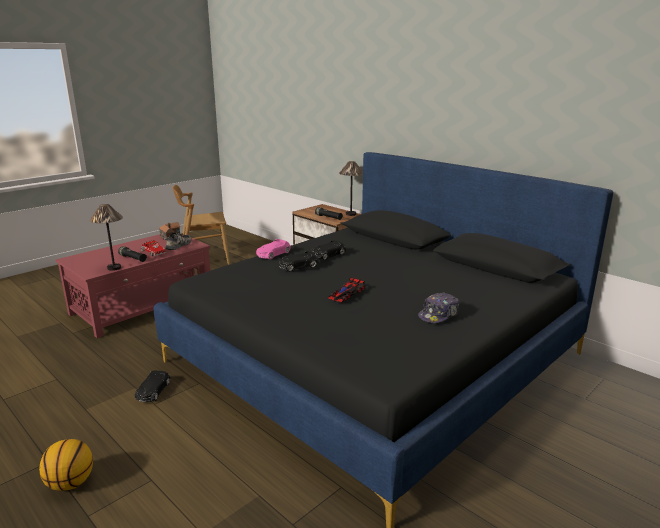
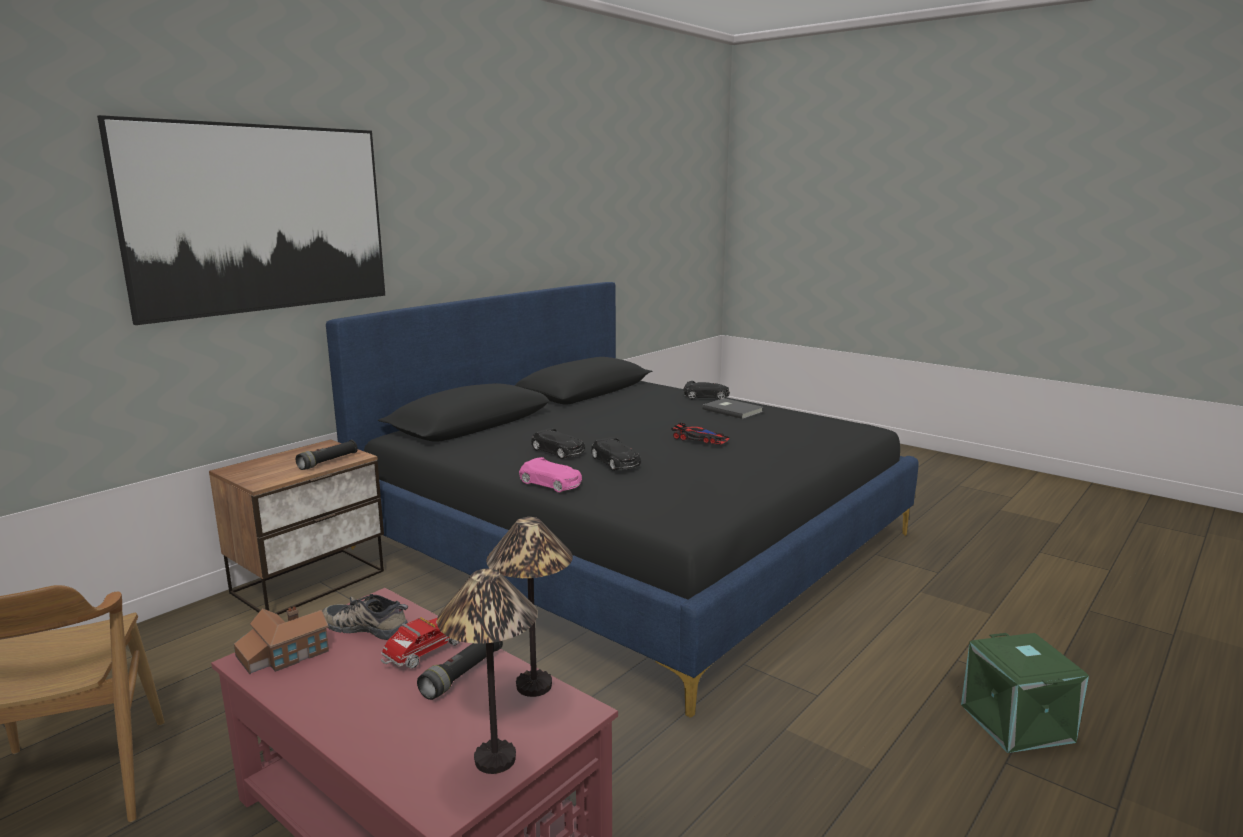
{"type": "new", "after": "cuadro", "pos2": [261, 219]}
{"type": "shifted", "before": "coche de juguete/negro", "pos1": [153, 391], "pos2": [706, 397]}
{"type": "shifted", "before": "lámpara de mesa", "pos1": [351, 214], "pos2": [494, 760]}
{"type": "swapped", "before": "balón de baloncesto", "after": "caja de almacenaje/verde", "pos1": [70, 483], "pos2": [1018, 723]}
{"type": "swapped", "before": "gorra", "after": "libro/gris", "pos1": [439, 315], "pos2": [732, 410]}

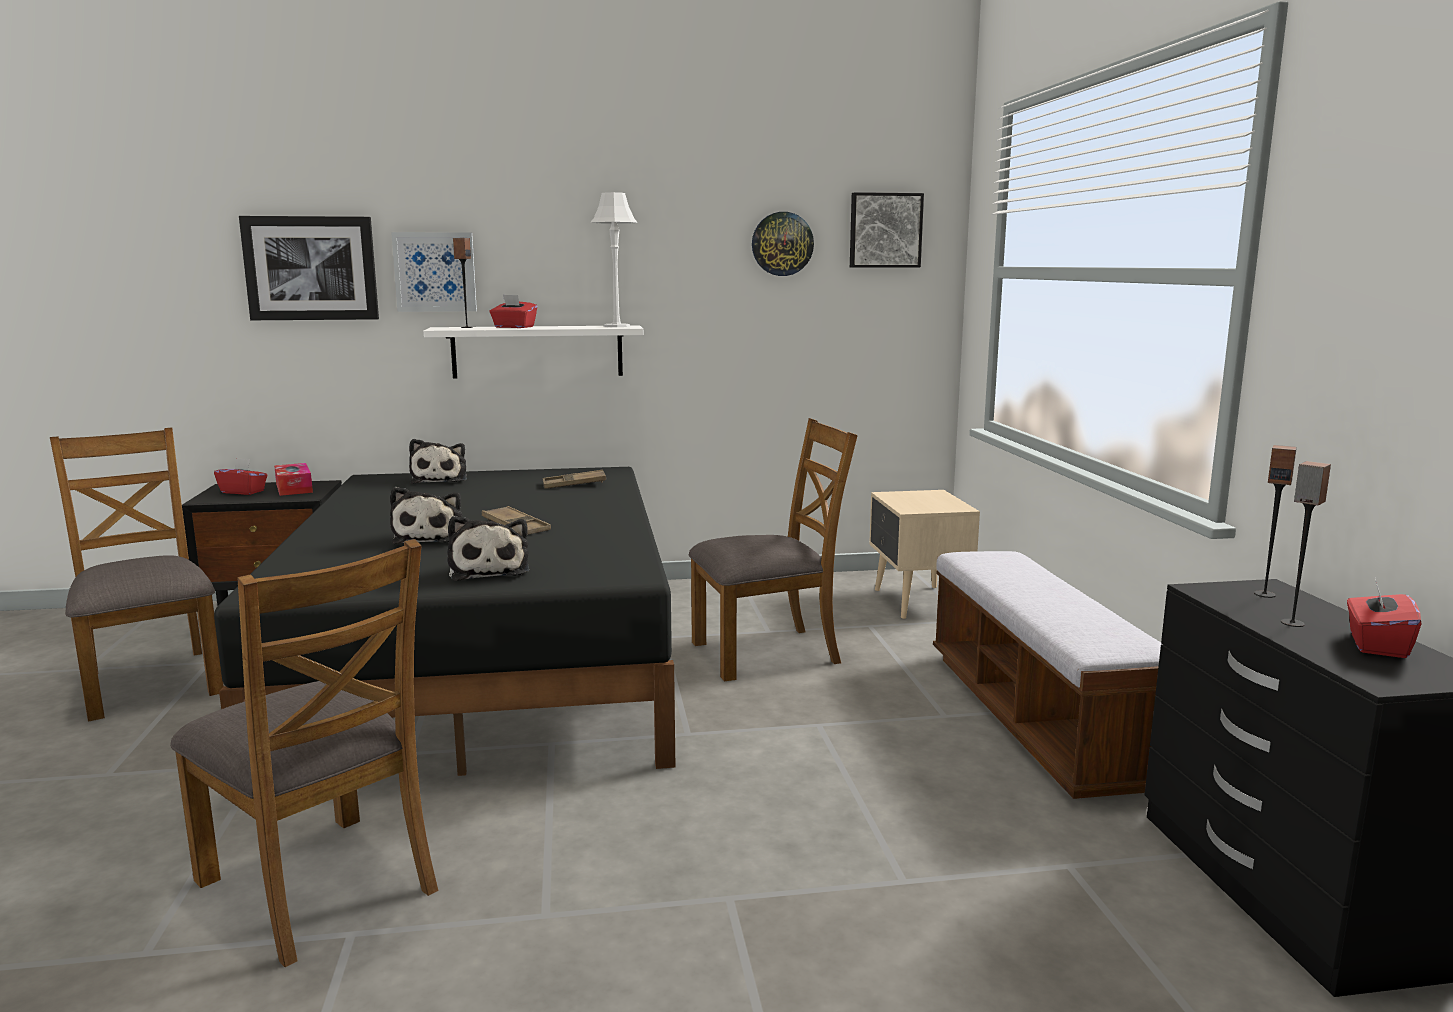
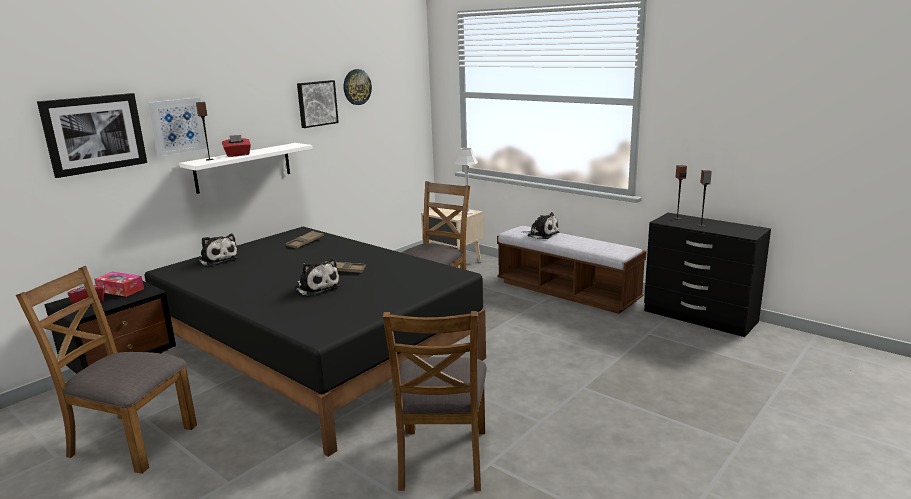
{"type": "gone", "before": "caja de pañuelos/rojo", "pos1": [1376, 645]}
{"type": "shifted", "before": "peluche", "pos1": [489, 570], "pos2": [541, 234]}
{"type": "shifted", "before": "lámpara de mesa/gris", "pos1": [616, 326], "pos2": [467, 212]}
{"type": "shifted", "before": "cuadro", "pos1": [885, 230], "pos2": [316, 103]}
{"type": "rotated", "before": "silla/marrón", "pos1": [320, 885], "pos2": [442, 458], "turn": 90}

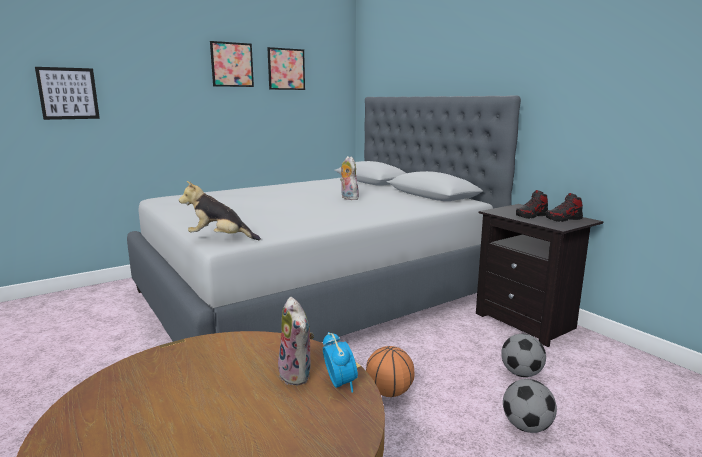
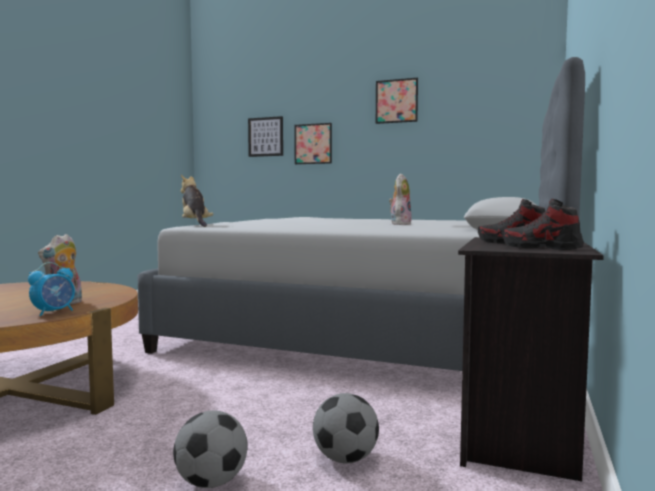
{"type": "gone", "before": "balón de baloncesto", "pos1": [389, 392]}
{"type": "shifted", "before": "cuadro", "pos1": [286, 69], "pos2": [313, 144]}

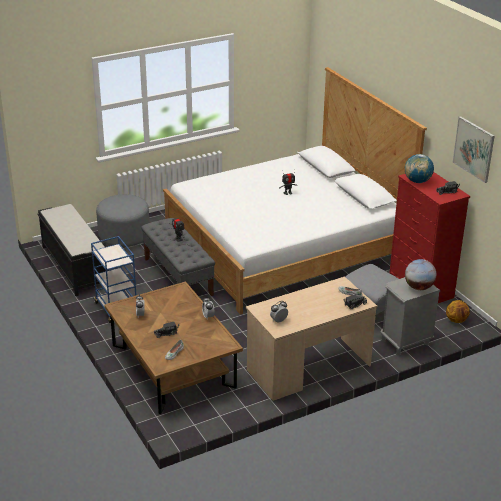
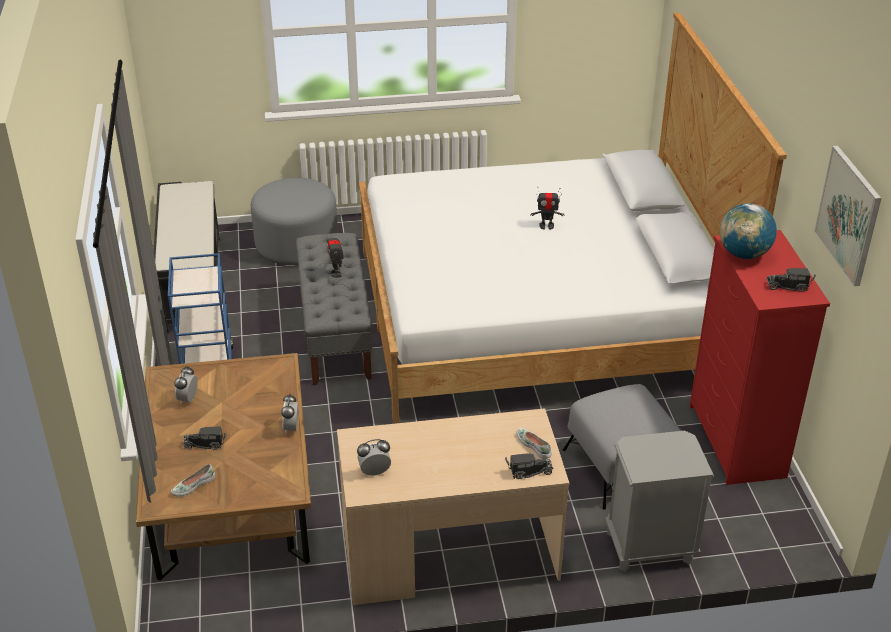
{"type": "gone", "before": "globo terráqueo", "pos1": [419, 287]}
{"type": "gone", "before": "balón de baloncesto", "pos1": [456, 320]}

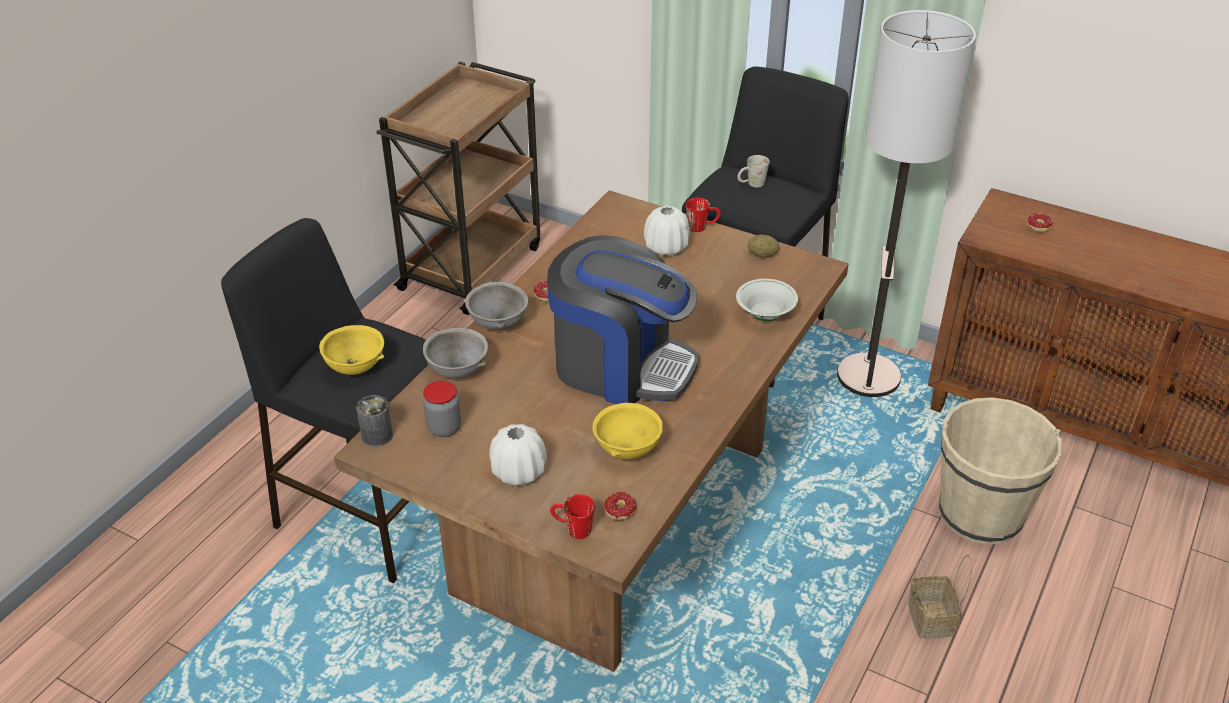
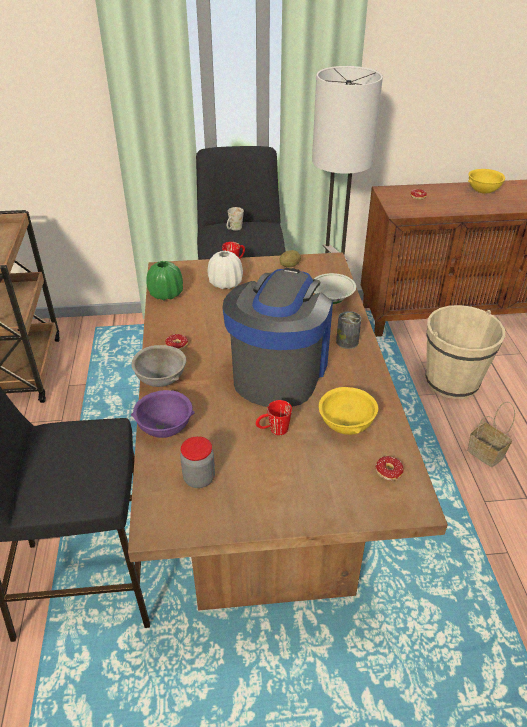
{"type": "gone", "before": "florero/blanco", "pos1": [519, 472]}
{"type": "new", "after": "florero/verde", "pos2": [166, 294]}
{"type": "shifted", "before": "cuenco/amarillo", "pos1": [355, 367], "pos2": [482, 191]}
{"type": "shifted", "before": "lata", "pos1": [377, 436], "pos2": [347, 342]}
{"type": "shifted", "before": "taza grande/rojo", "pos1": [572, 529], "pos2": [273, 430]}
{"type": "repainted", "before": "cuenco/gris", "after": "cuenco/morado", "pos1": [458, 370], "pos2": [165, 428]}
{"type": "rotated", "before": "cafetera", "pos1": [621, 366], "pos2": [279, 371], "turn": -60}

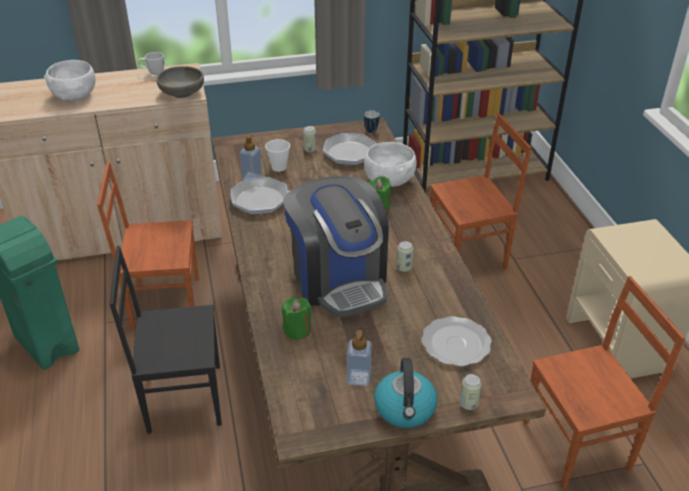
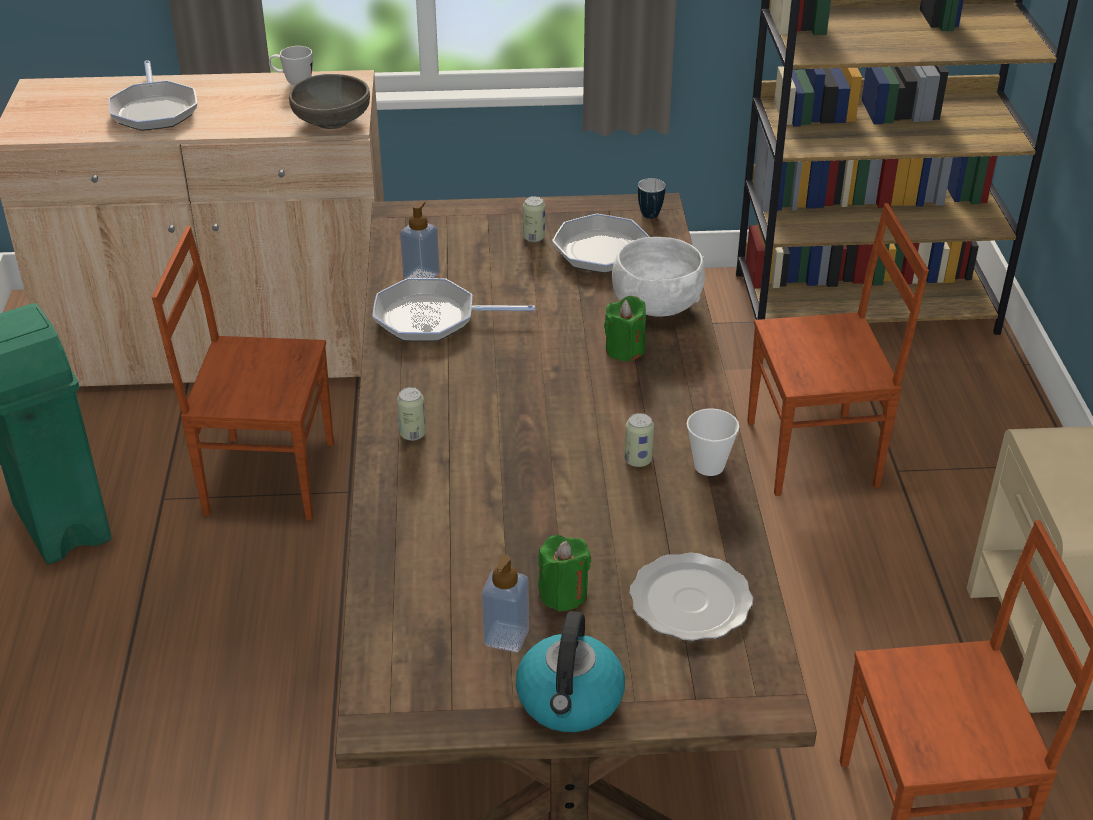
{"type": "gone", "before": "silla/negro", "pos1": [183, 397]}
{"type": "gone", "before": "cafetera", "pos1": [339, 279]}
{"type": "shifted", "before": "taza", "pos1": [279, 167], "pos2": [709, 466]}
{"type": "shifted", "before": "vela/verde", "pos1": [297, 330], "pos2": [563, 594]}
{"type": "shifted", "before": "lata", "pos1": [468, 404], "pos2": [412, 434]}
{"type": "swapped", "before": "cuenco/blanco", "after": "sartén", "pos1": [74, 95], "pos2": [154, 110]}

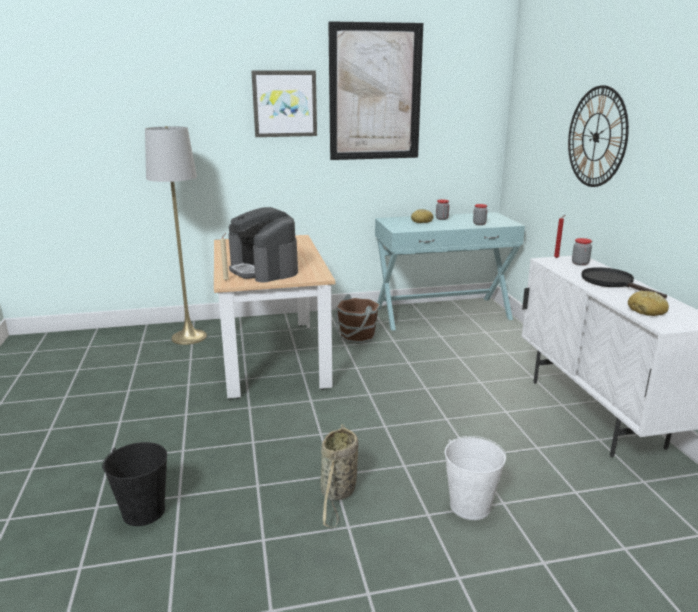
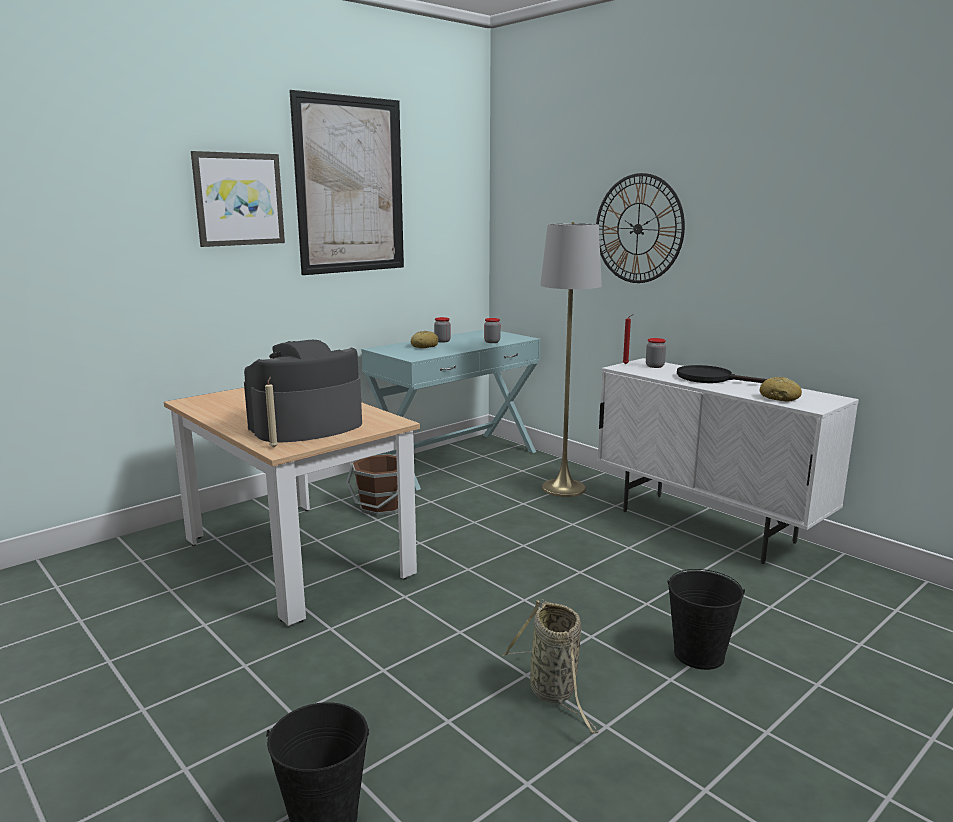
{"type": "shifted", "before": "lámpara de pie/gris", "pos1": [189, 337], "pos2": [563, 488]}
{"type": "repainted", "before": "cubo/blanco", "after": "cubo/negro", "pos1": [470, 506], "pos2": [699, 655]}
{"type": "rotated", "before": "cafetera", "pos1": [264, 269], "pos2": [306, 426], "turn": 120}

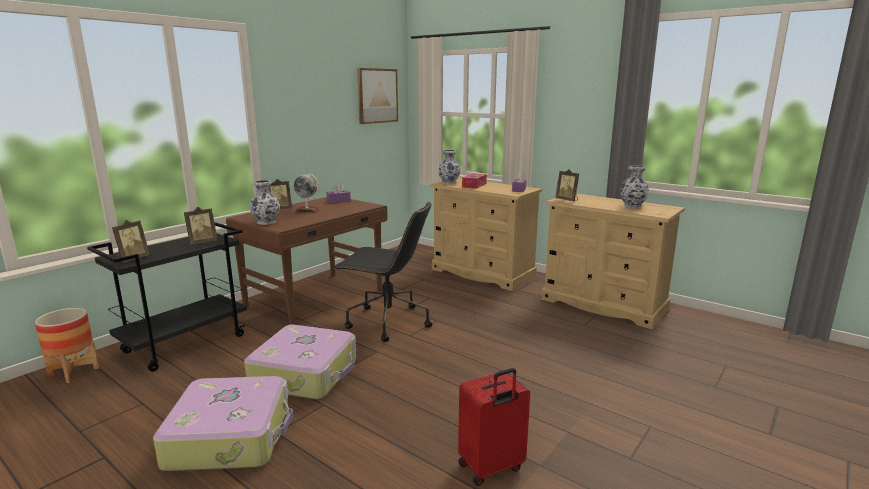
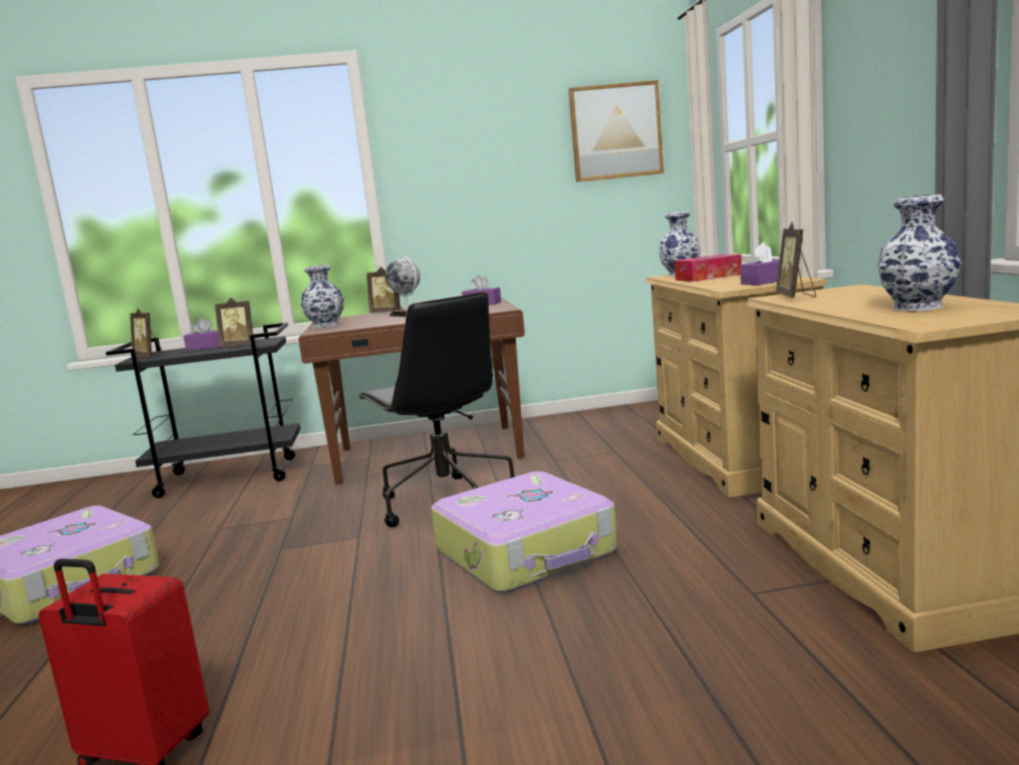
{"type": "gone", "before": "maceta", "pos1": [74, 372]}
{"type": "new", "after": "caja de pañuelos/morado", "pos2": [207, 347]}
{"type": "shifted", "before": "maleta", "pos1": [306, 373], "pos2": [527, 551]}
{"type": "rotated", "before": "portarretratos", "pos1": [132, 259], "pos2": [149, 357], "turn": 60}

